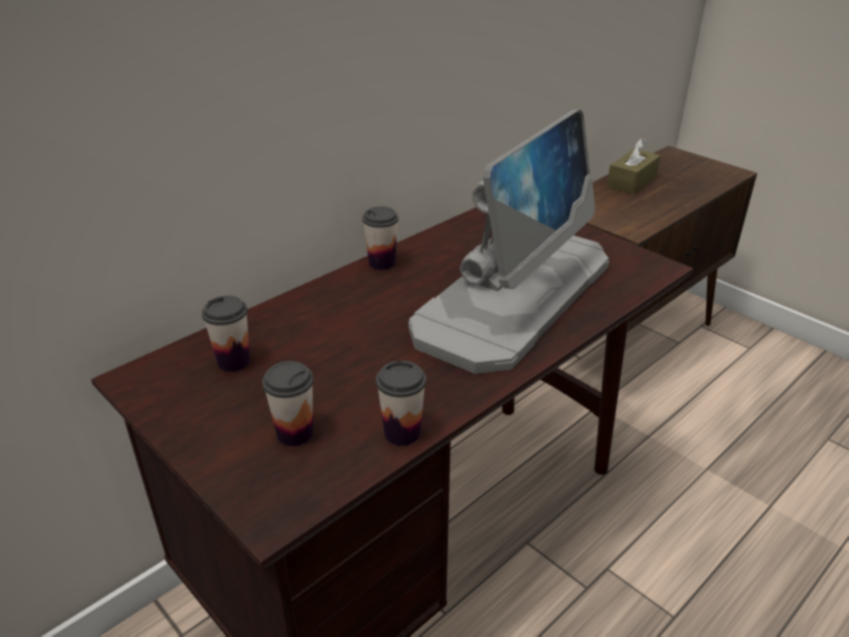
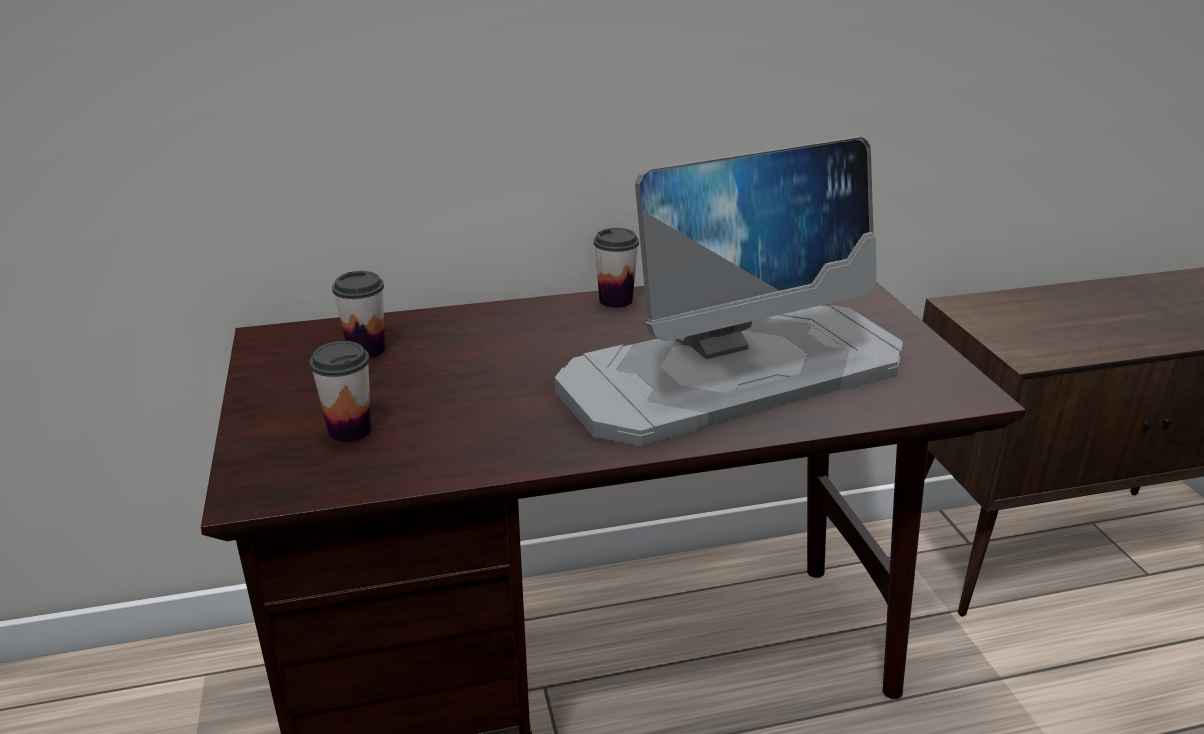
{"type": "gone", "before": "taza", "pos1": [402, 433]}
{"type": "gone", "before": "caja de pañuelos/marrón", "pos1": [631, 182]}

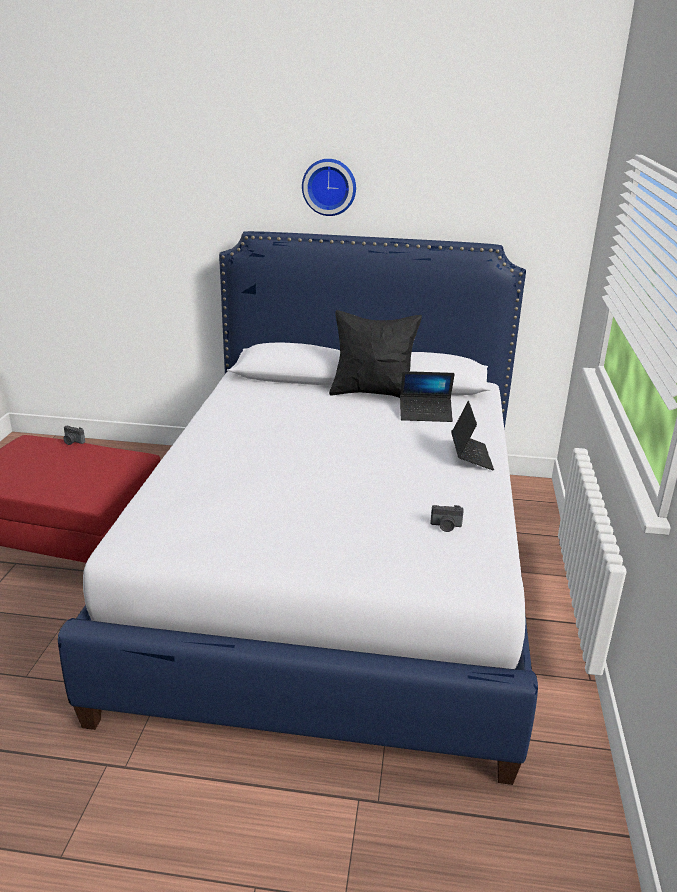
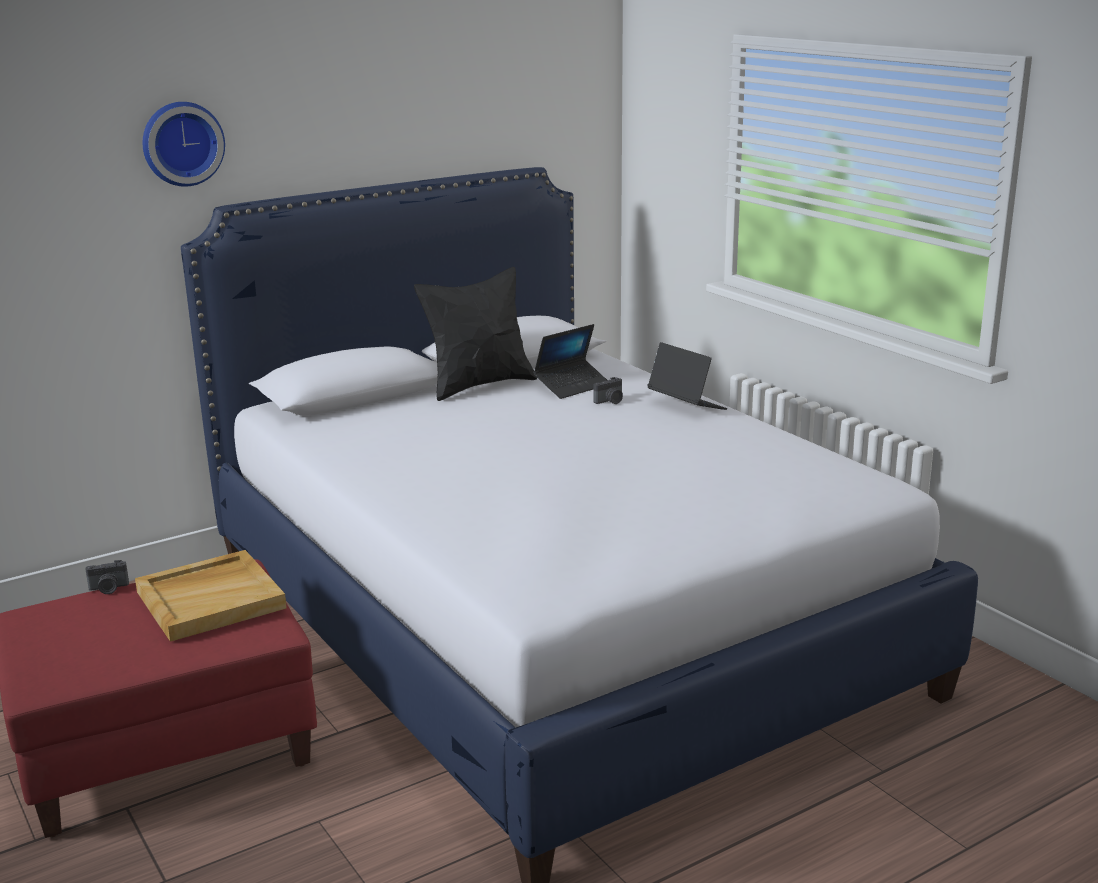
{"type": "new", "after": "bandeja/beis", "pos2": [211, 599]}
{"type": "shifted", "before": "reloj de pared", "pos1": [329, 187], "pos2": [181, 143]}
{"type": "shifted", "before": "cámara", "pos1": [446, 526], "pos2": [610, 401]}

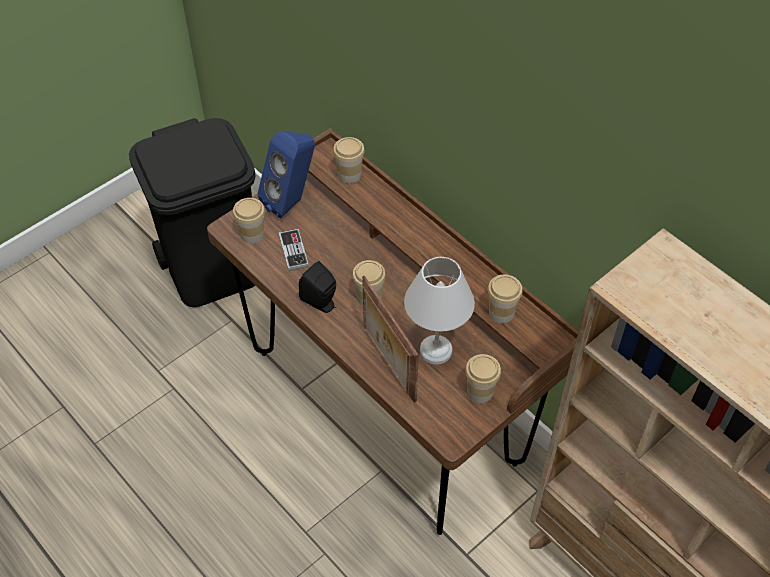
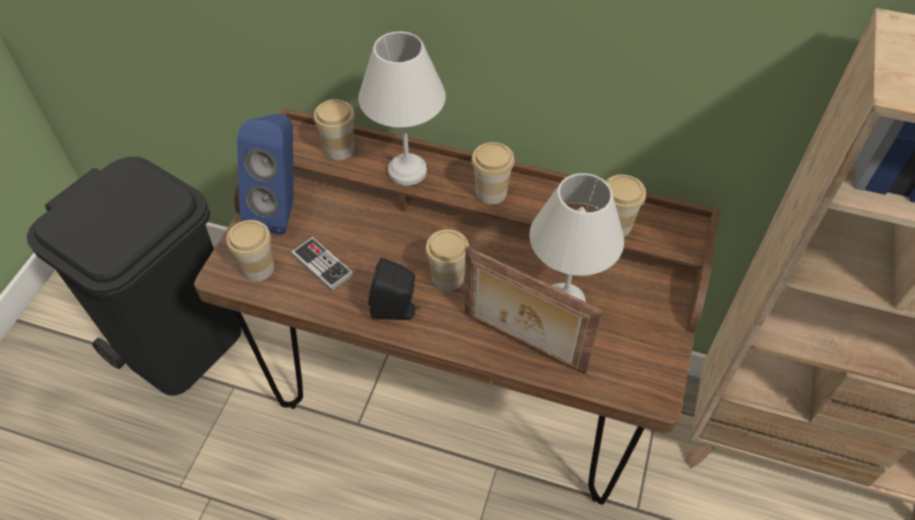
{"type": "new", "after": "lámpara de mesa/blanco", "pos2": [406, 169]}
{"type": "shifted", "before": "taza", "pos1": [480, 391], "pos2": [491, 192]}

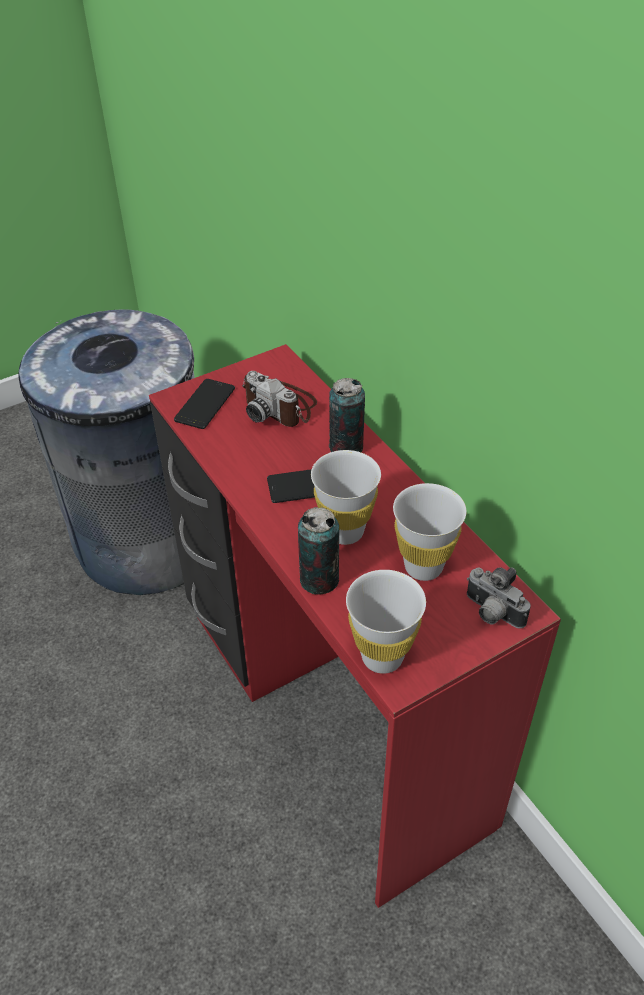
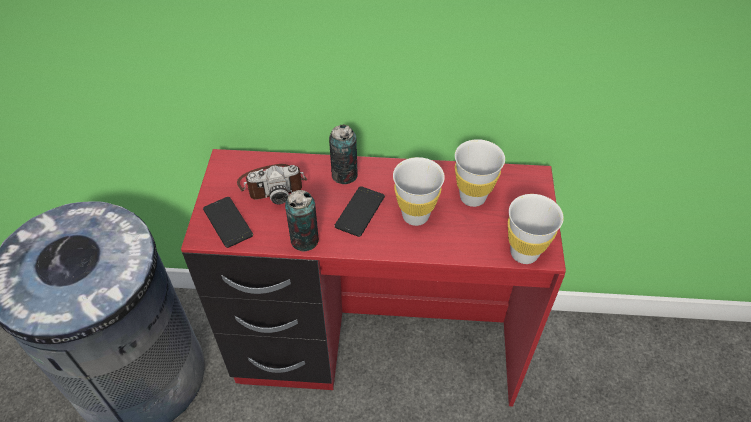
{"type": "gone", "before": "cámara", "pos1": [491, 613]}
{"type": "shifted", "before": "lata", "pos1": [319, 580], "pos2": [304, 240]}

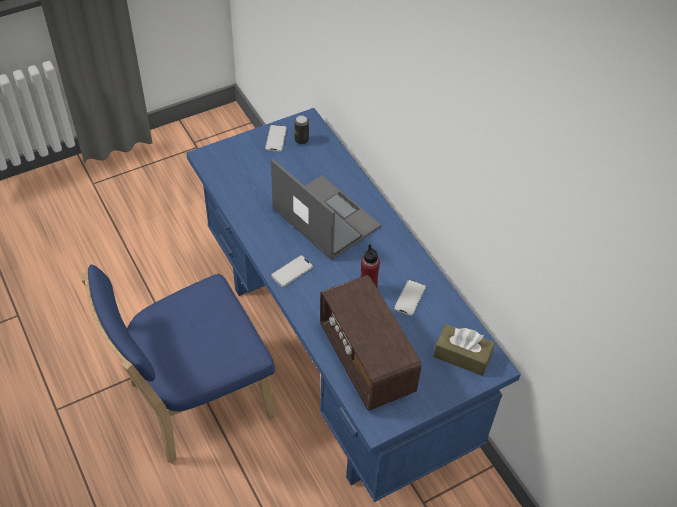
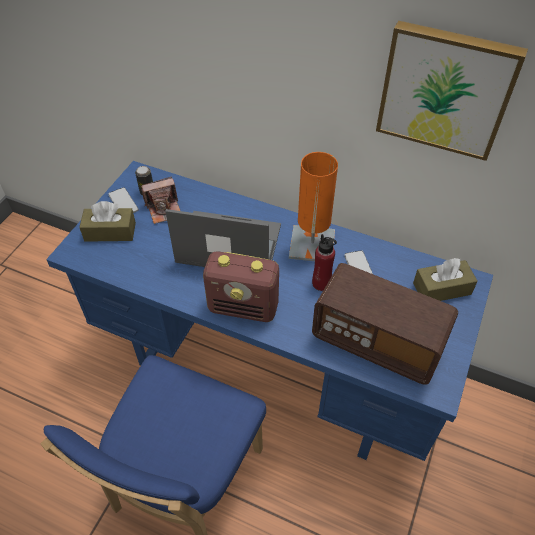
{"type": "new", "after": "caja de pañuelos/marrón", "pos2": [110, 232]}
{"type": "new", "after": "cámara", "pos2": [164, 209]}
{"type": "new", "after": "lámpara de mesa/naranja", "pos2": [312, 244]}
{"type": "new", "after": "cuadro", "pos2": [446, 89]}
{"type": "swapped", "before": "móvil", "after": "radio", "pos1": [292, 272], "pos2": [244, 307]}

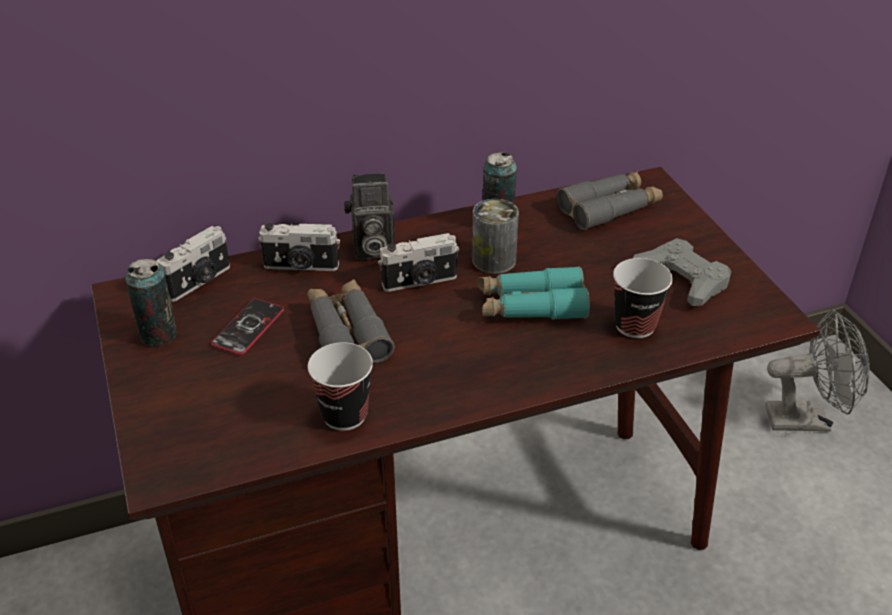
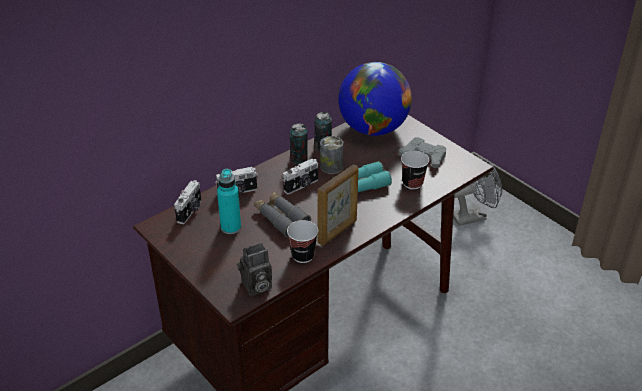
{"type": "new", "after": "portarretratos", "pos2": [338, 231]}
{"type": "shifted", "before": "lata", "pos1": [158, 334], "pos2": [299, 159]}
{"type": "shifted", "before": "cámara", "pos1": [371, 249], "pos2": [256, 287]}
{"type": "swapped", "before": "móvil", "after": "botella/turquesa", "pos1": [248, 328], "pos2": [231, 227]}
{"type": "swapped", "before": "prismáticos/gris", "after": "globo terráqueo", "pos1": [609, 208], "pos2": [373, 129]}

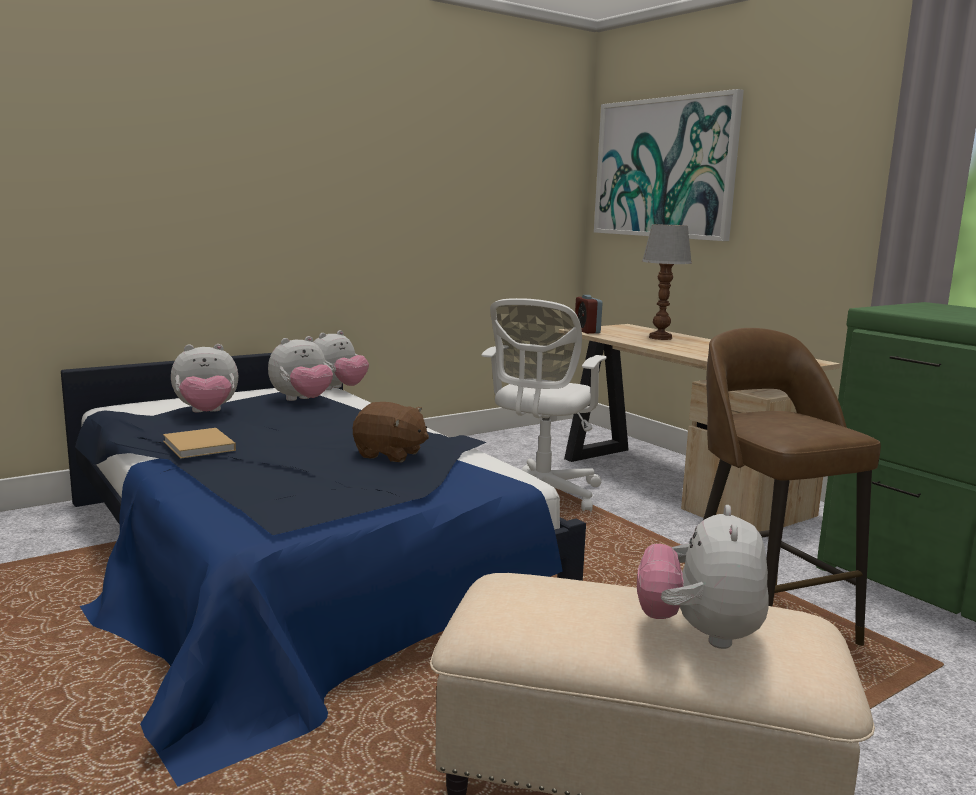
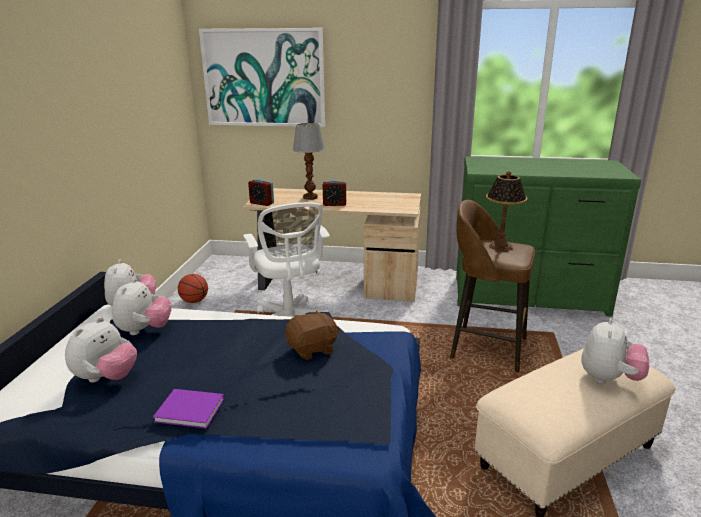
{"type": "new", "after": "balón de baloncesto", "pos2": [194, 301]}
{"type": "new", "after": "despertador", "pos2": [334, 204]}
{"type": "new", "after": "lámpara de mesa", "pos2": [501, 246]}
{"type": "repainted", "before": "libro/beis", "after": "libro/morado", "pos1": [199, 446], "pos2": [191, 410]}
{"type": "rotated", "before": "peluche", "pos1": [699, 634], "pos2": [609, 379], "turn": -120}

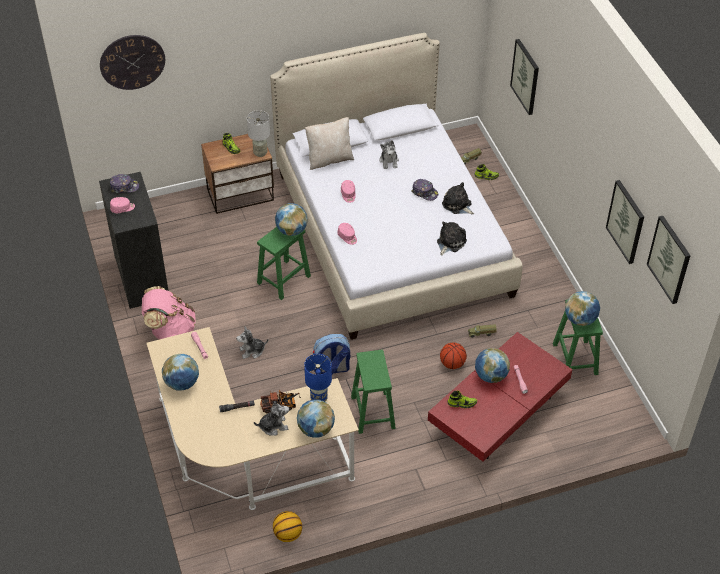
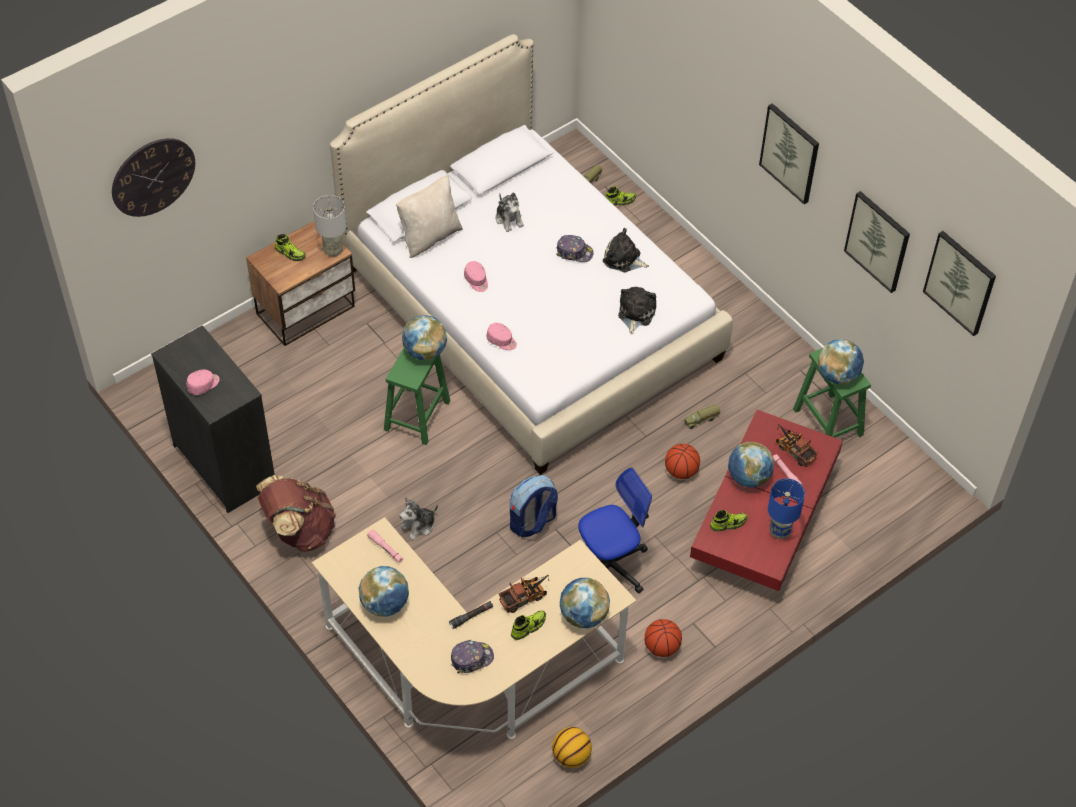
{"type": "new", "after": "balón de baloncesto", "pos2": [661, 647]}
{"type": "new", "after": "camión de juguete", "pos2": [793, 450]}
{"type": "shifted", "before": "gorra", "pos1": [124, 187], "pos2": [471, 658]}
{"type": "shifted", "before": "lámpara de mesa/azul", "pos1": [319, 399], "pos2": [780, 531]}
{"type": "shifted", "before": "cuadro", "pos1": [525, 76], "pos2": [790, 153]}
{"type": "swapped", "before": "peluche", "after": "zapato", "pos1": [273, 426], "pos2": [528, 627]}
{"type": "swapped", "before": "taburete/verde", "after": "silla de oficina", "pos1": [373, 413], "pos2": [610, 565]}
{"type": "repainted", "before": "mochila/rosa", "after": "mochila/marrón", "pos1": [171, 332], "pos2": [299, 530]}

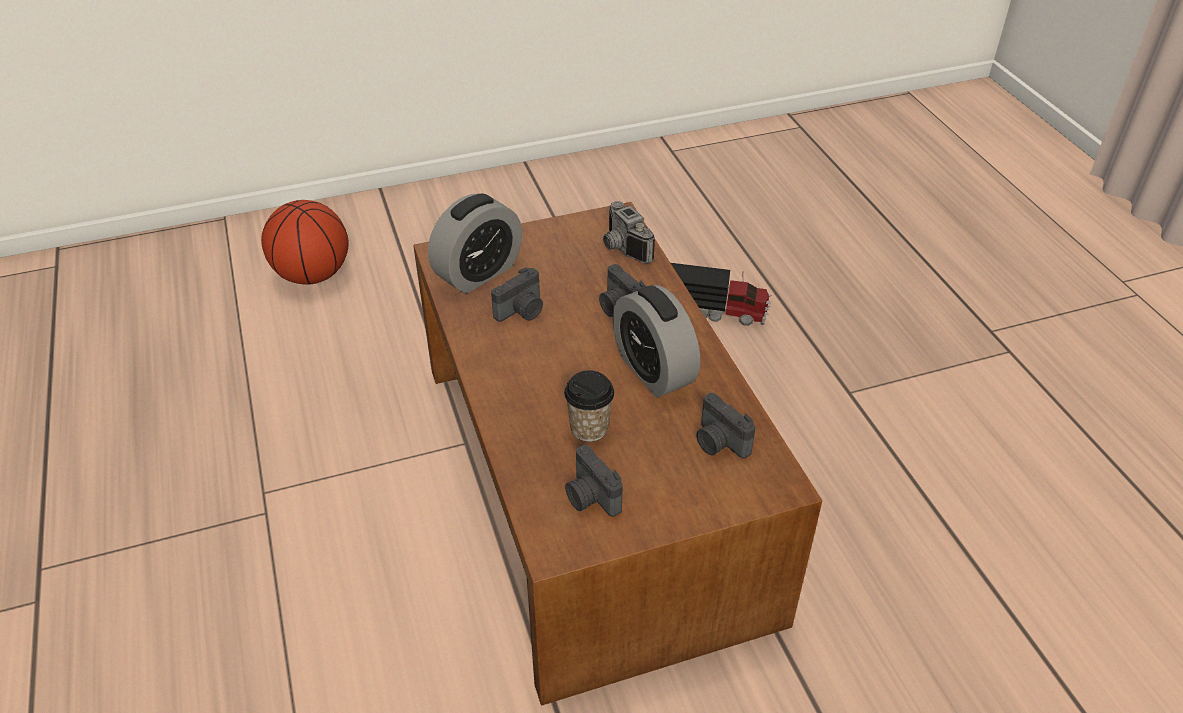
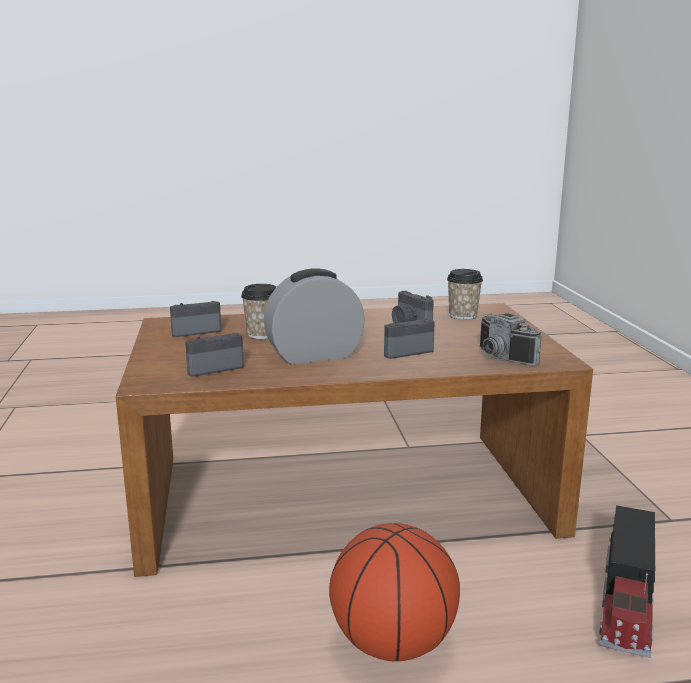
{"type": "shifted", "before": "balón de baloncesto", "pos1": [312, 275], "pos2": [393, 644]}
{"type": "swapped", "before": "despertador", "after": "taza", "pos1": [478, 273], "pos2": [463, 316]}
{"type": "rotated", "before": "cámara", "pos1": [621, 248], "pos2": [500, 358], "turn": -105}

